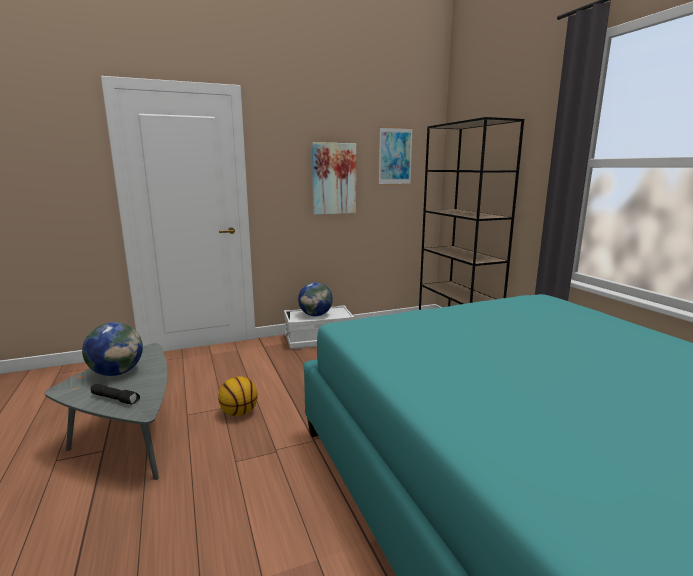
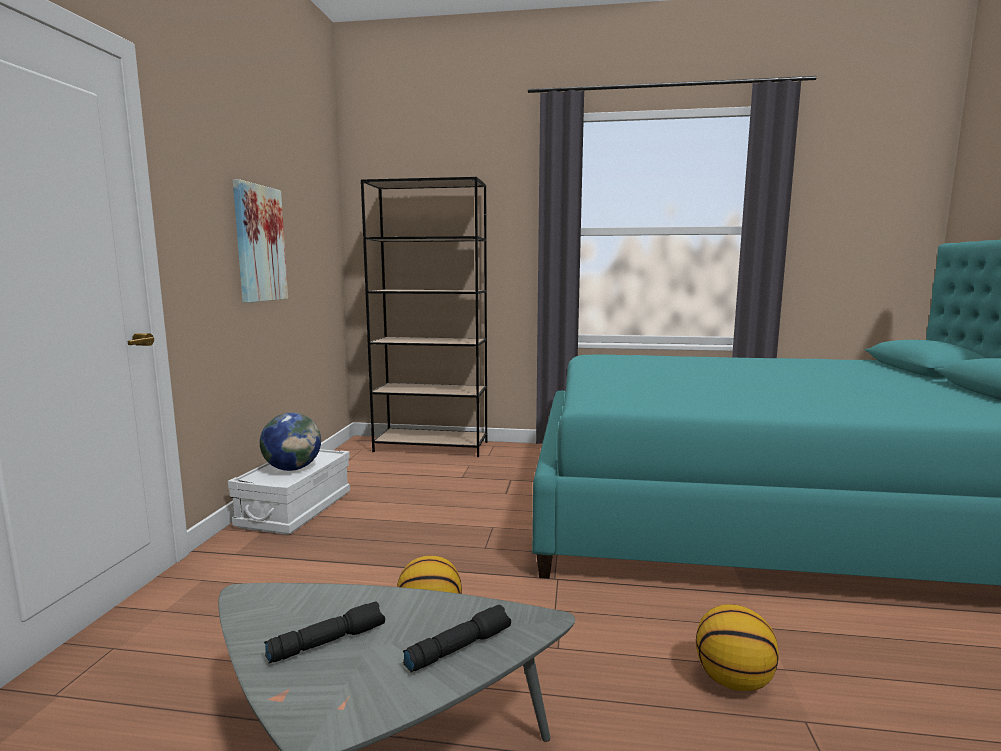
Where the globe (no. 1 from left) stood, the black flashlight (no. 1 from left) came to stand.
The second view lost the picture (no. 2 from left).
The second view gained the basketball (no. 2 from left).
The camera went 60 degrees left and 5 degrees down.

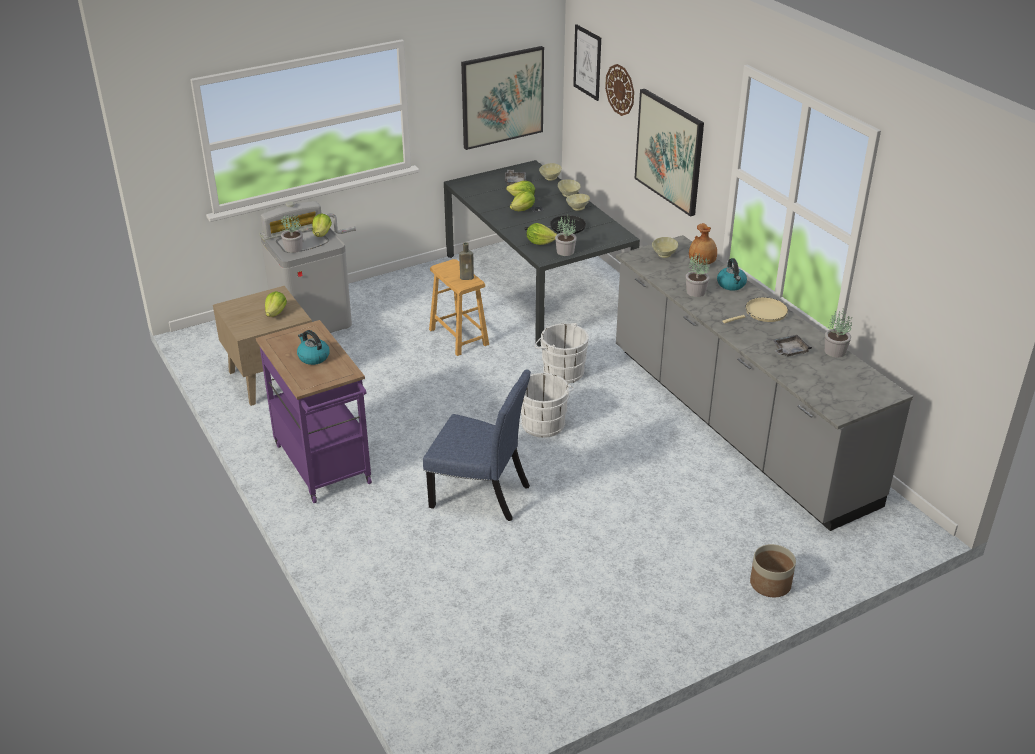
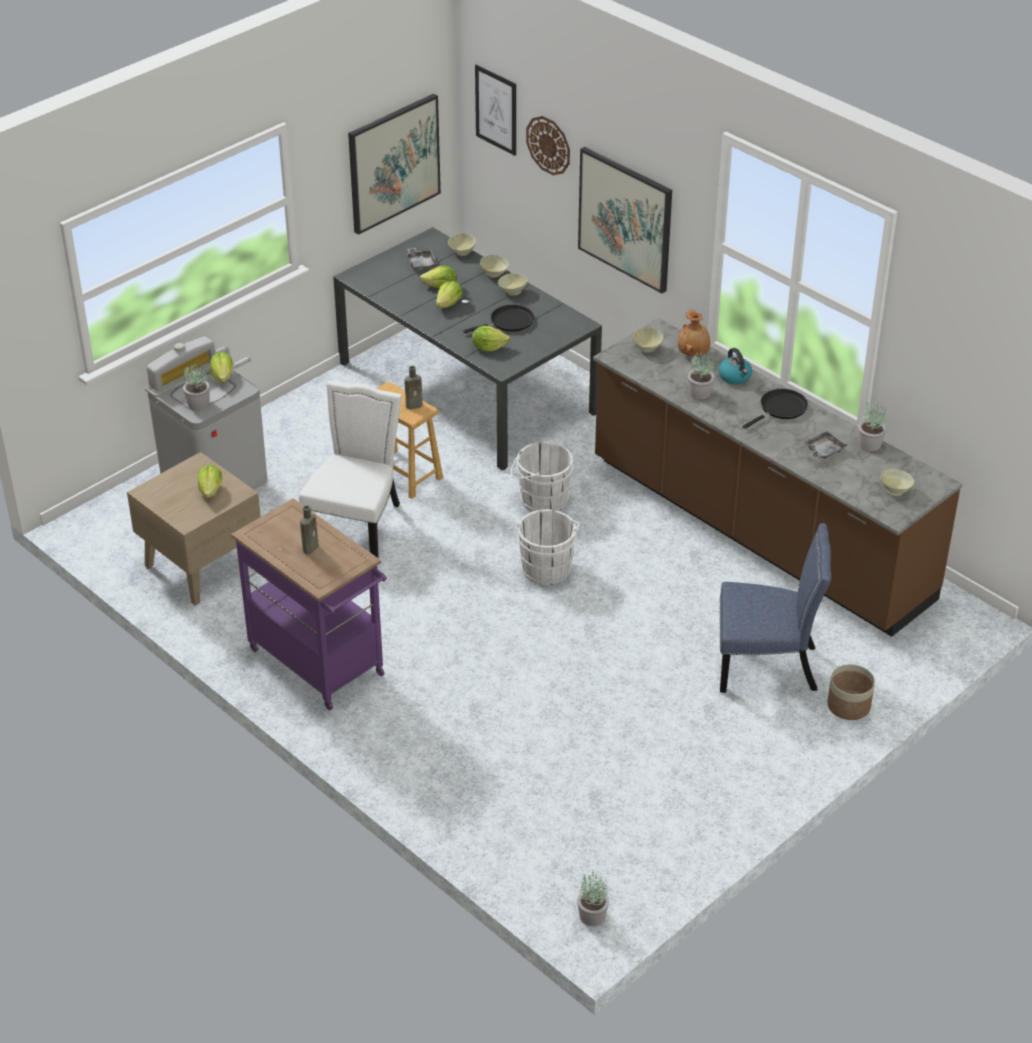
Where the kettle (no. 1 from left) stood, the brown bottle (no. 1 from left) came to stand.
The blue chair ended up elsewhere.
The potted plant (no. 2 from left) ended up elsewhere.
What was the grey counter turned into the brown counter.
What was the beige frying pan turned into the black frying pan (no. 2 from left).
The second view gained the white chair.
The second view gained the beige bowl (no. 5 from left).
The camera went 15 degrees left and 5 degrees up.

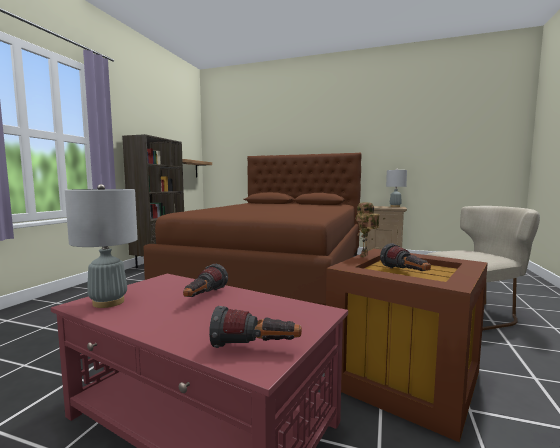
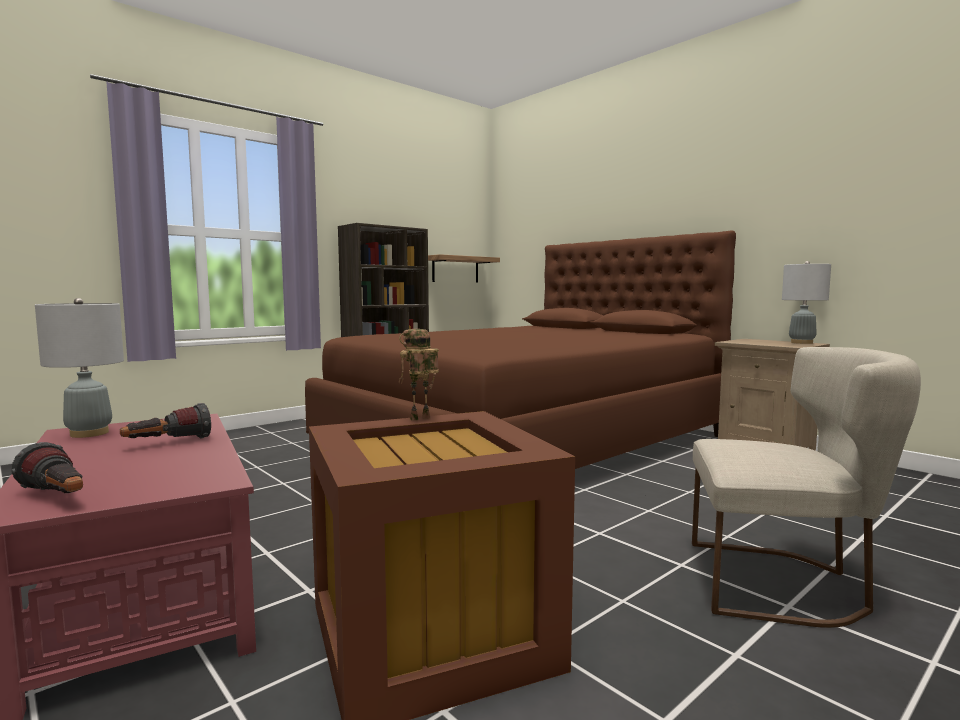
The second view lost the flashlight (no. 3 from left).
The camera went 30 degrees right and 0 degrees up.

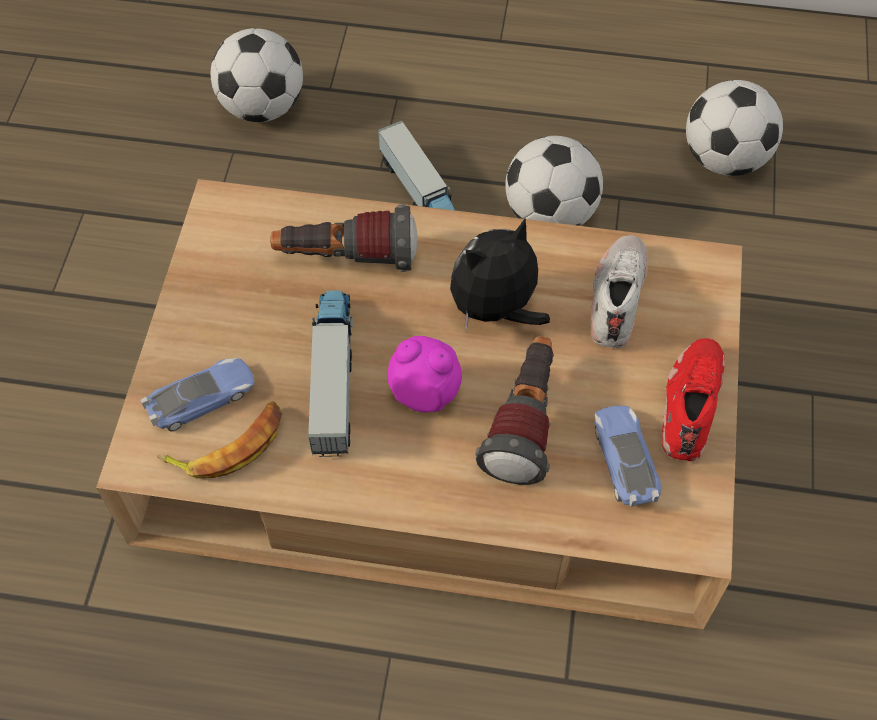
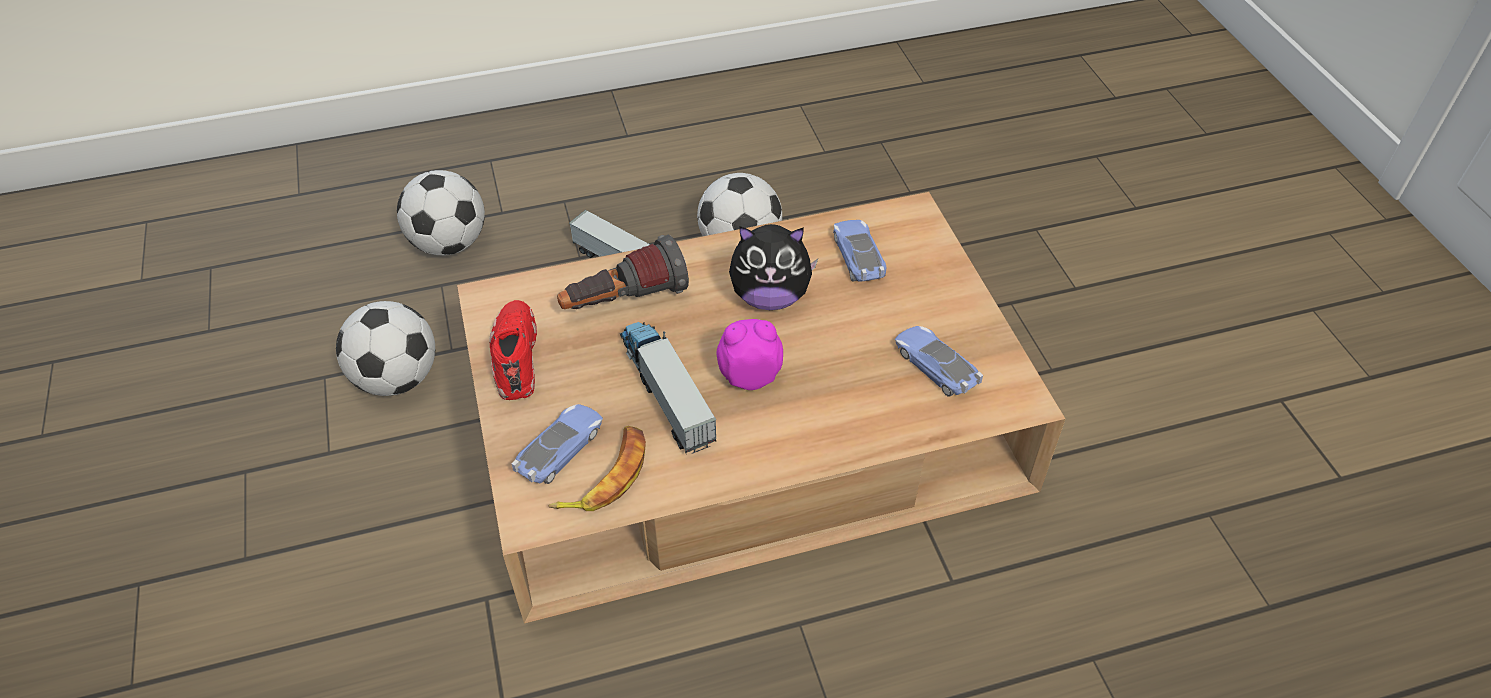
The plush toy ended up facing another way, 120 degrees counterclockwise from before.
The second view lost the flashlight (no. 2 from left).
Where the white shoe stood, the toy car (no. 2 from left) came to stand.
The red shoe ended up elsewhere.
The football (no. 3 from left in the first image) ended up elsewhere.
The camera went 25 degrees left and 10 degrees down.

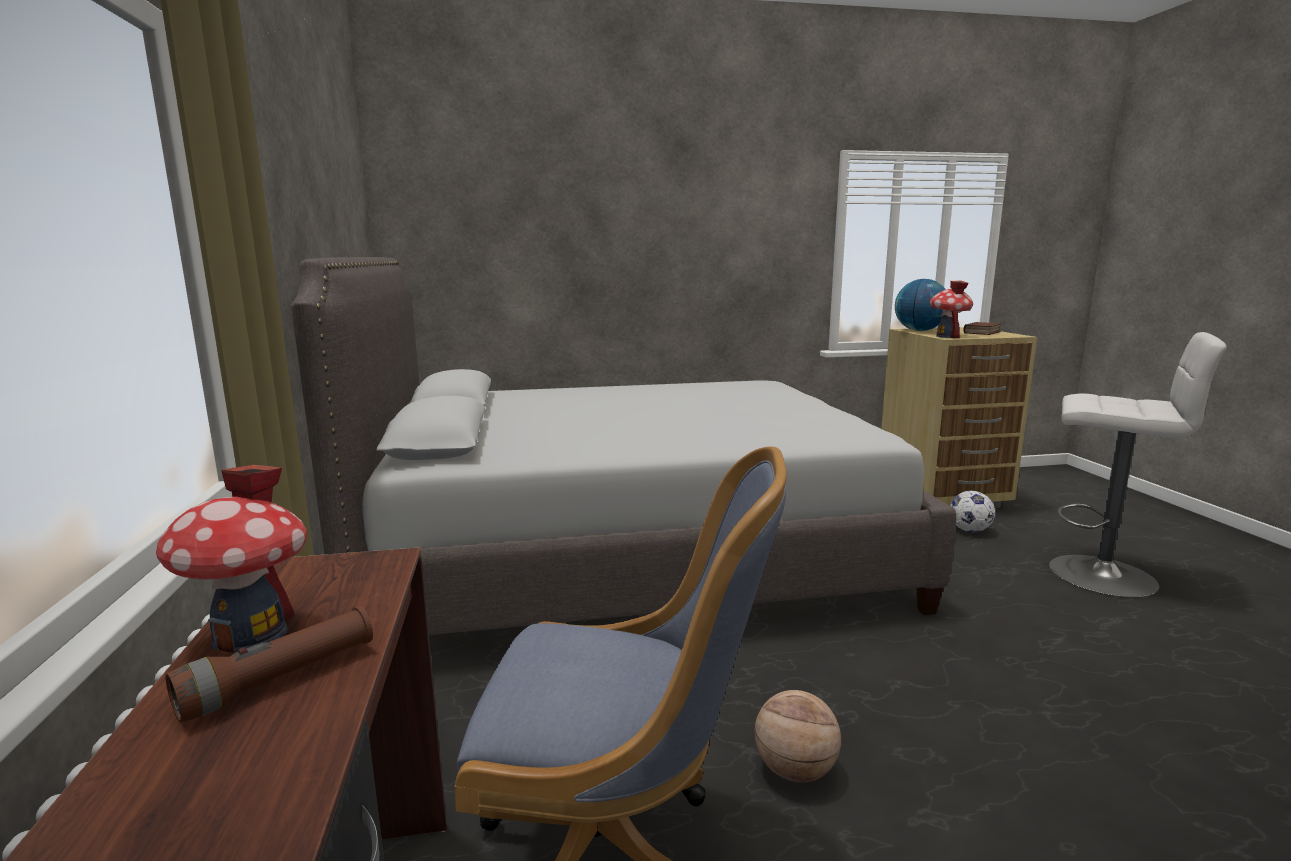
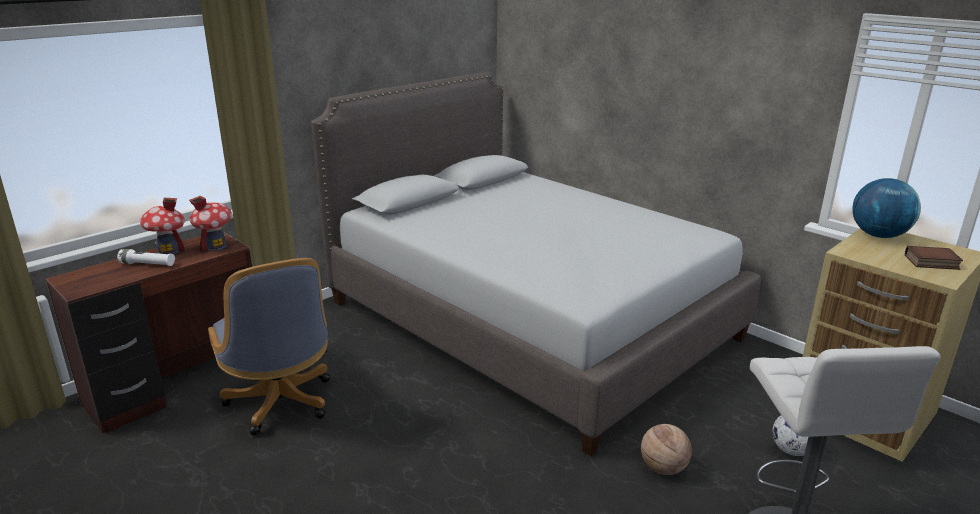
What was the brown flashlight turned into the white flashlight.
The basketball ended up elsewhere.
The toy house (no. 2 from left) ended up elsewhere.
The camera went 55 degrees right and 10 degrees up.

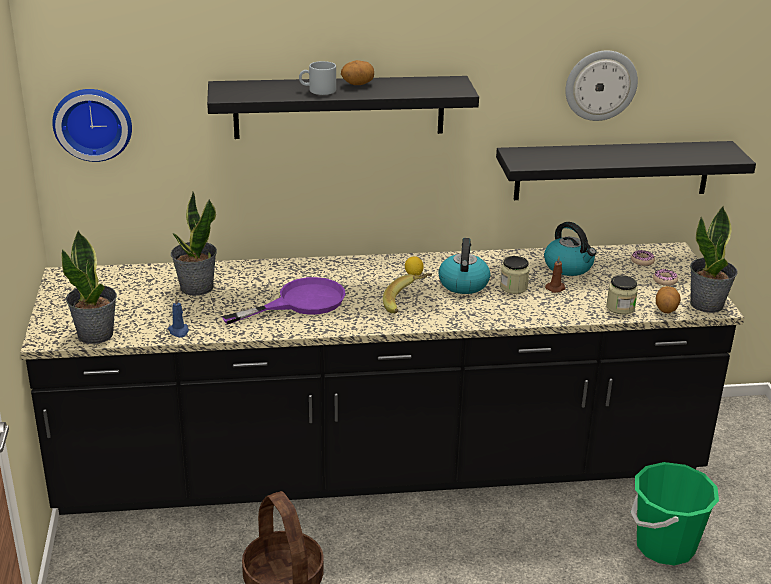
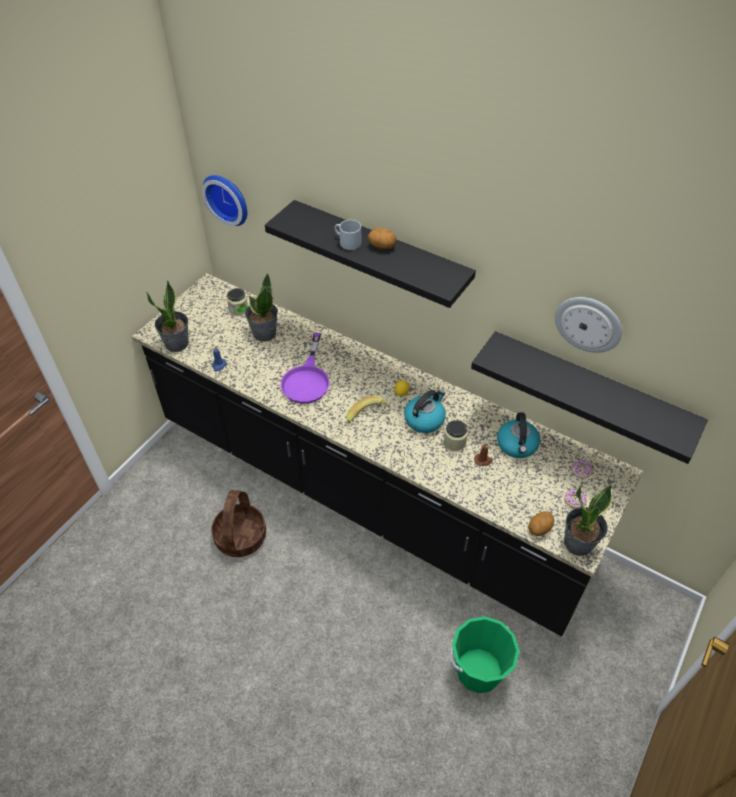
The purple frying pan ended up facing another way, 90 degrees clockwise from before.
The jar (no. 2 from left in the first image) ended up elsewhere.
The camera went 40 degrees right and 20 degrees up.

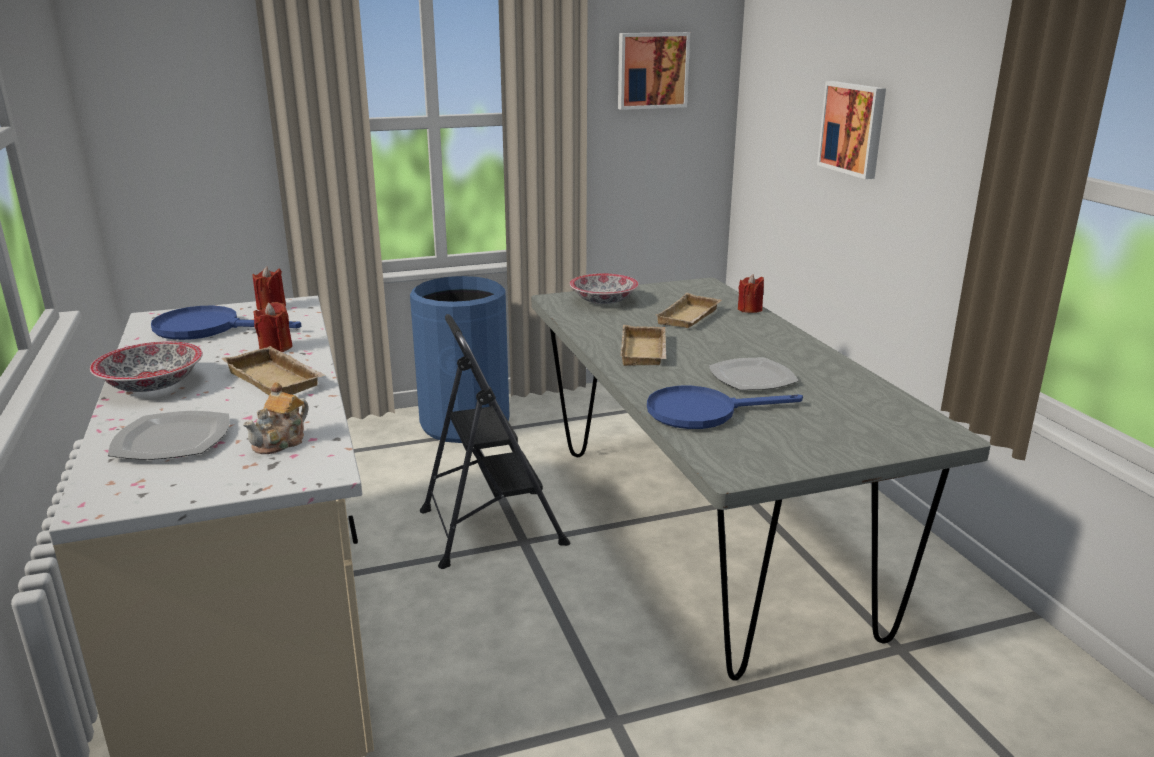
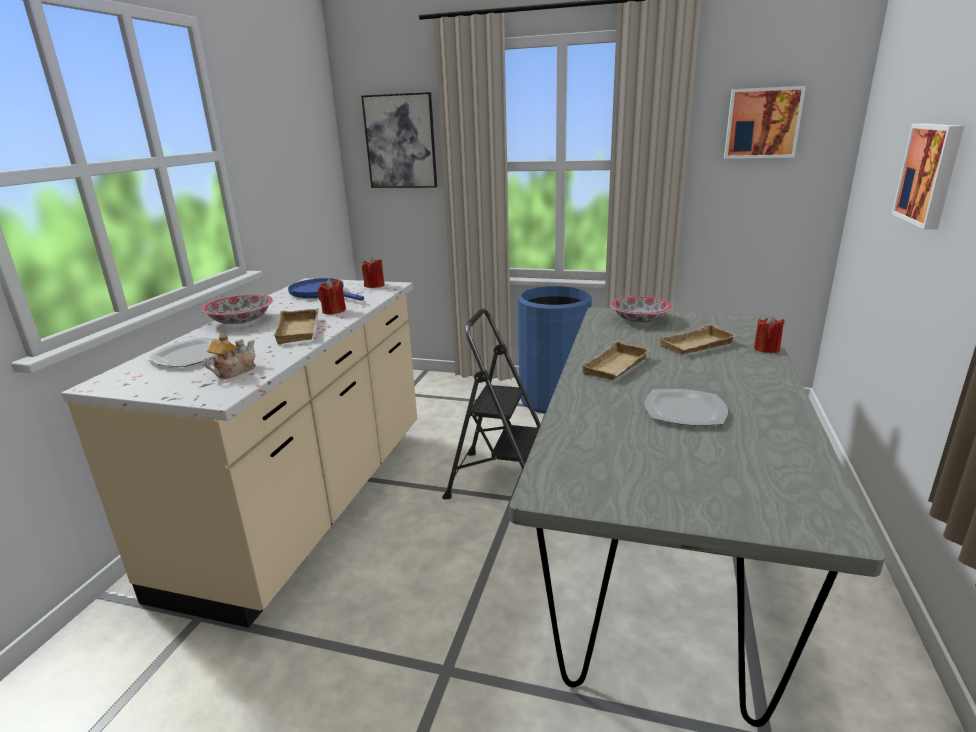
The teapot ended up facing another way, 150 degrees clockwise from before.
The second view lost the blue frying pan (no. 2 from left).
The second view gained the picture (no. 1 from left).
The camera went 35 degrees right and 0 degrees up.

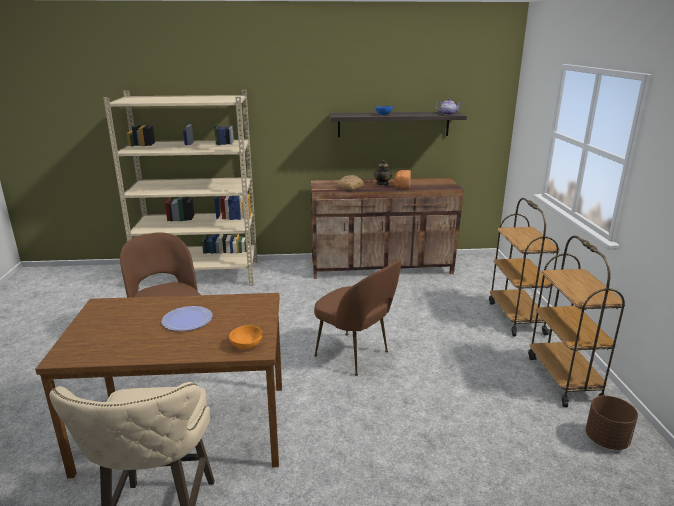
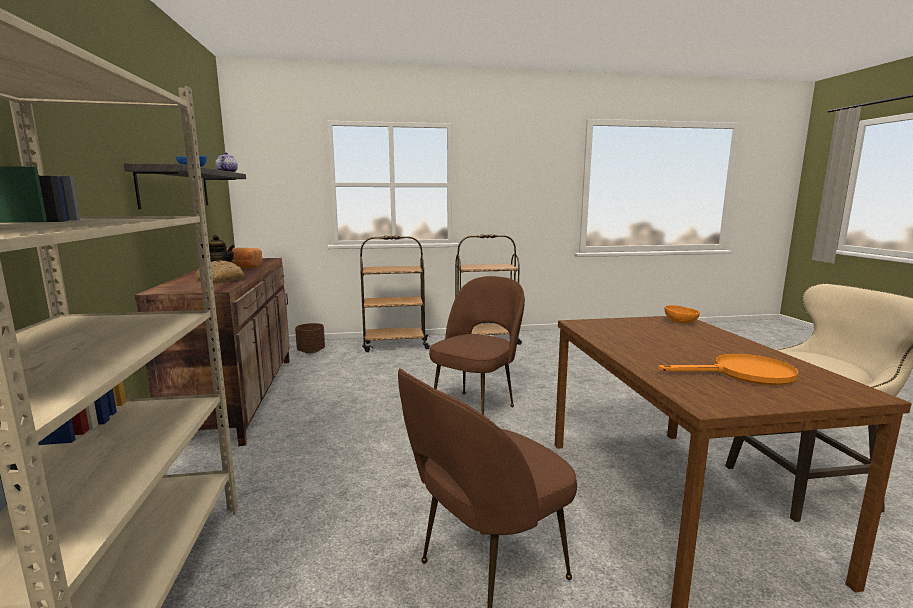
The second view lost the plate.
The brown planter ended up elsewhere.
The second view gained the orange frying pan.
The camera went 95 degrees left and 10 degrees down.

